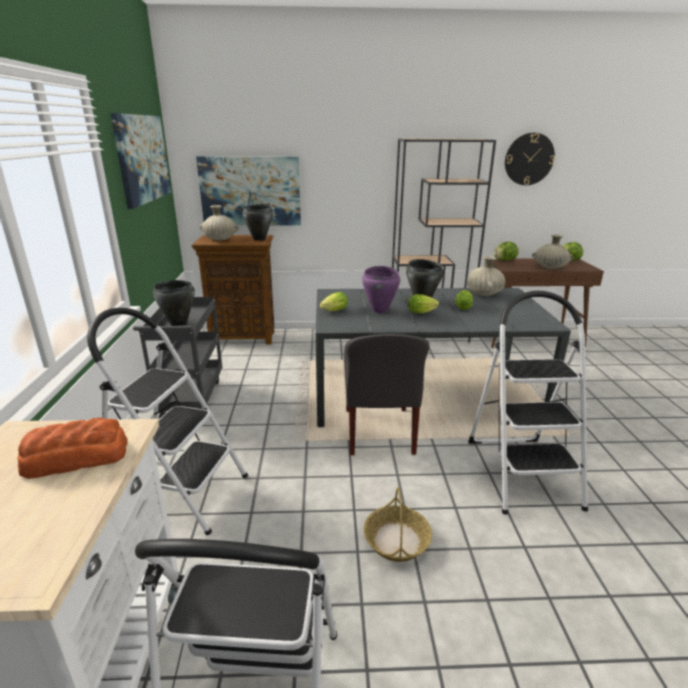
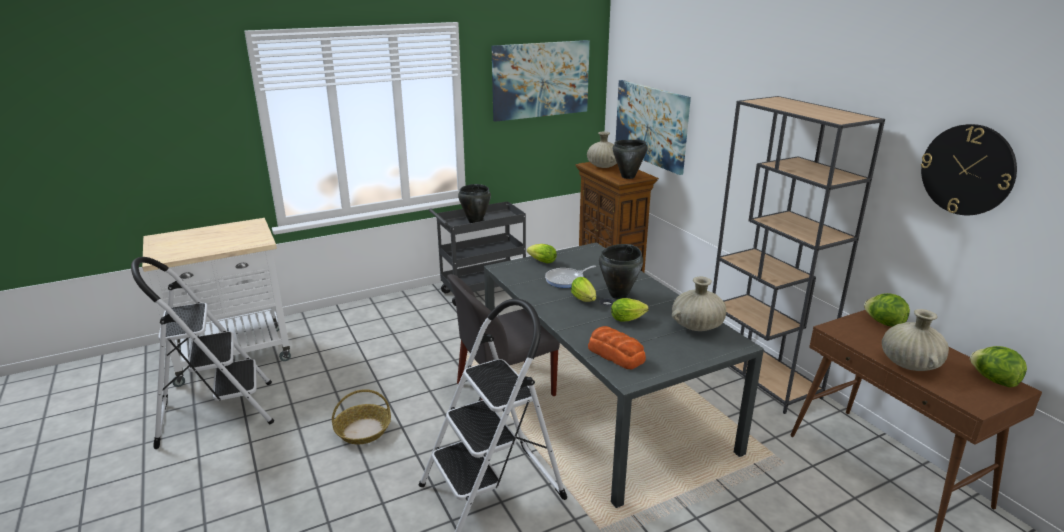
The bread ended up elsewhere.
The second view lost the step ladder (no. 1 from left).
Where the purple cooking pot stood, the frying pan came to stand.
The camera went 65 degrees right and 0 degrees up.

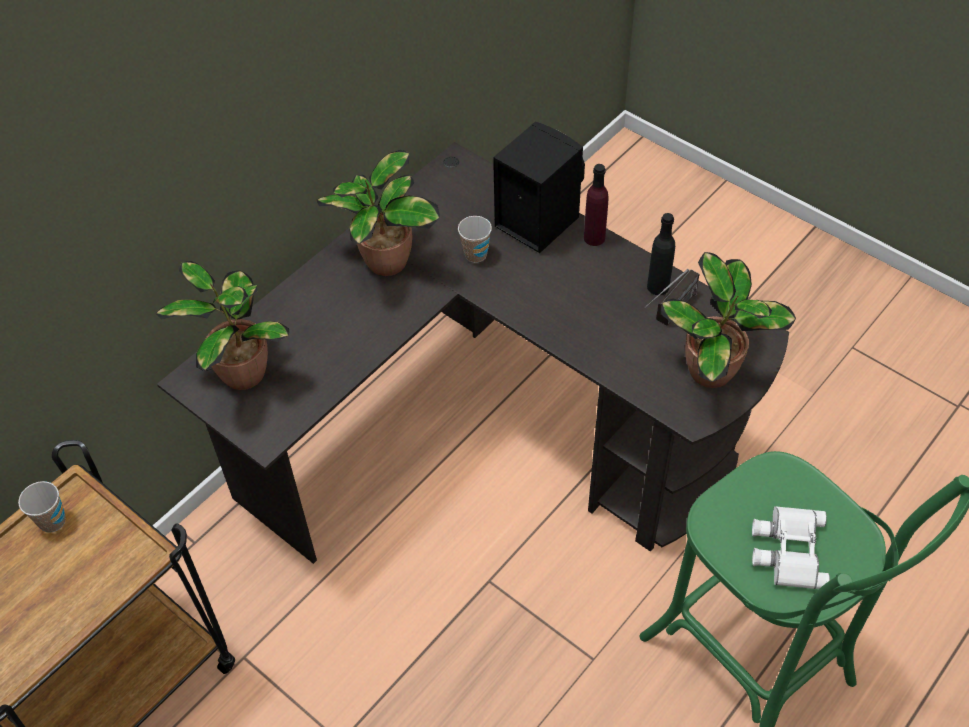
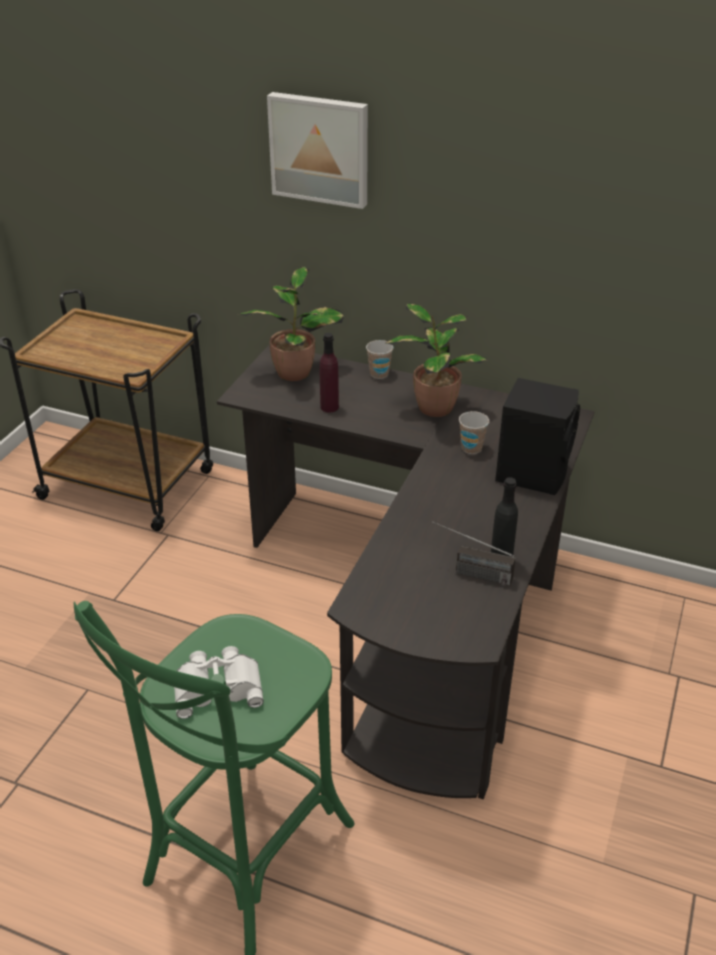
The cup (no. 1 from left) ended up elsewhere.
The purple bottle ended up elsewhere.
The second view lost the potted plant (no. 3 from left).
The second view gained the picture.
The camera went 70 degrees right and 15 degrees down.

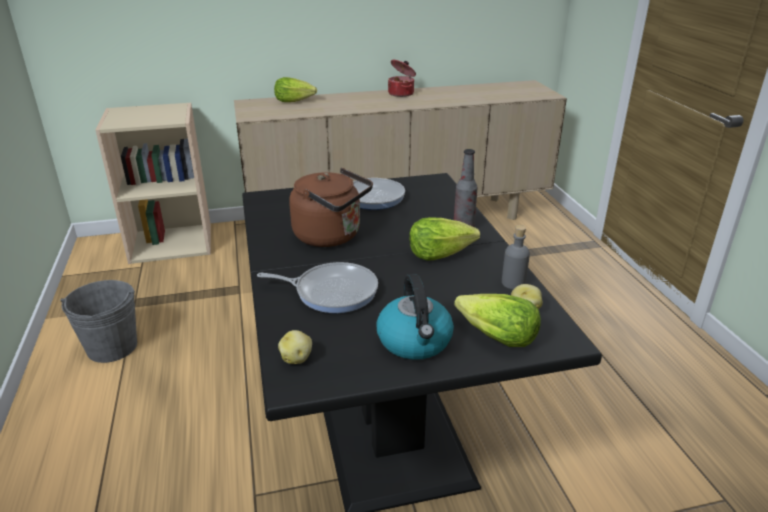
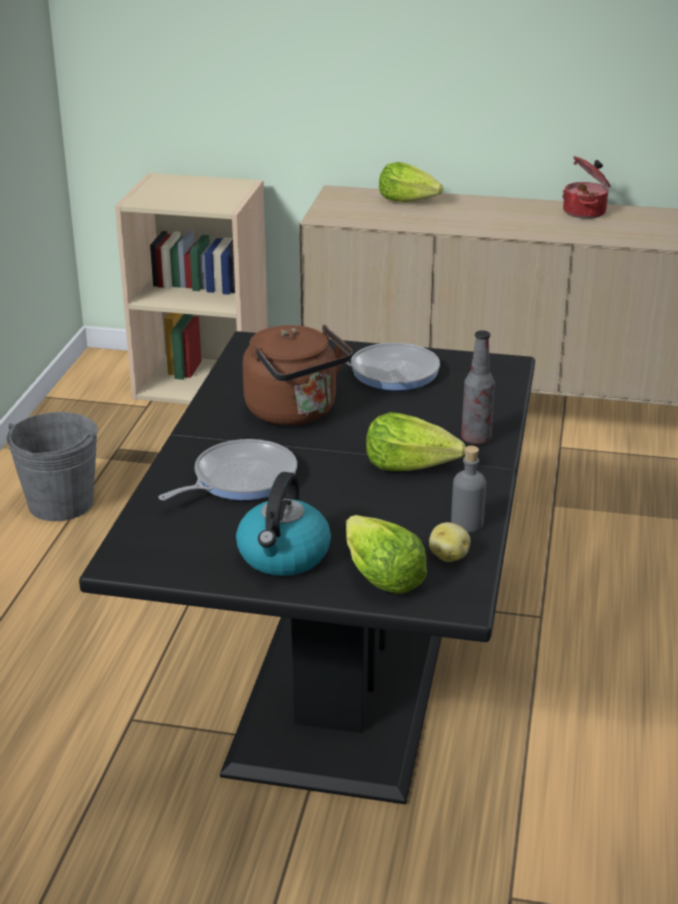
The frying pan (no. 1 from left) ended up facing another way, 75 degrees counterclockwise from before.
The second view lost the potato (no. 1 from left).
The camera went 25 degrees right and 0 degrees up.

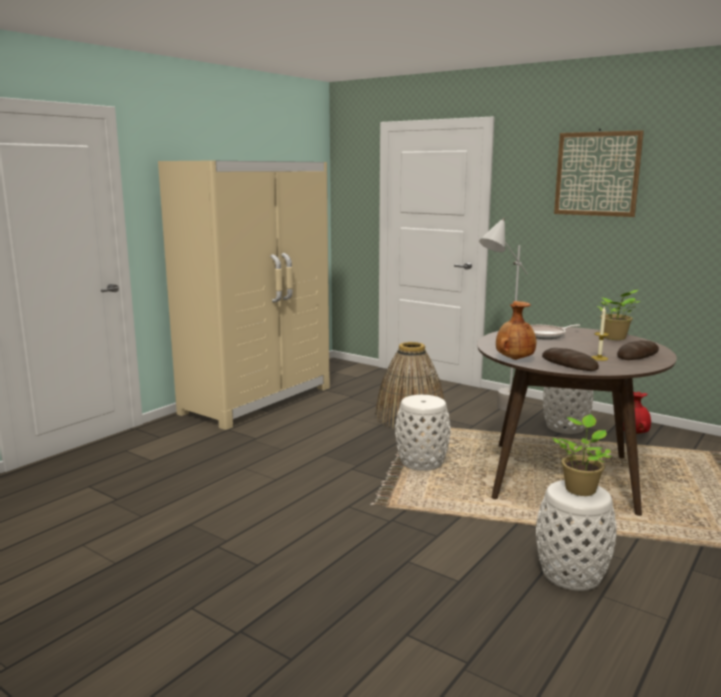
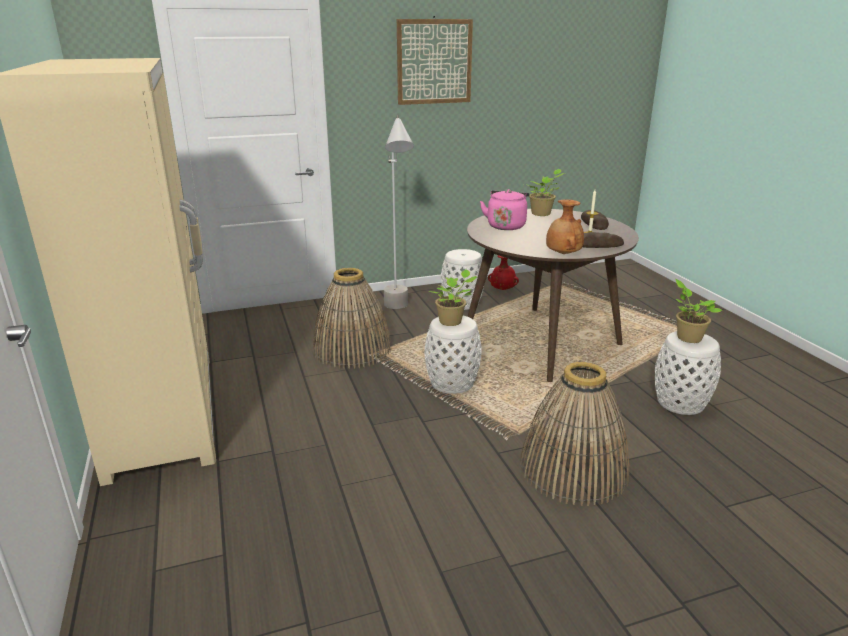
Where the frying pan stood, the pink kettle came to stand.
The second view gained the potted plant (no. 1 from left).
The second view gained the basket (no. 2 from left).
The camera went 55 degrees left and 10 degrees up.

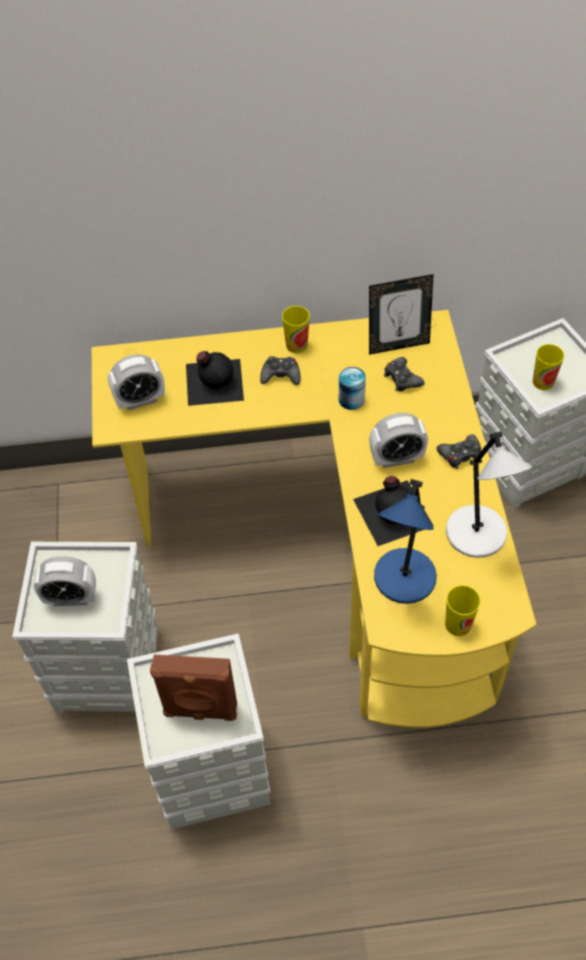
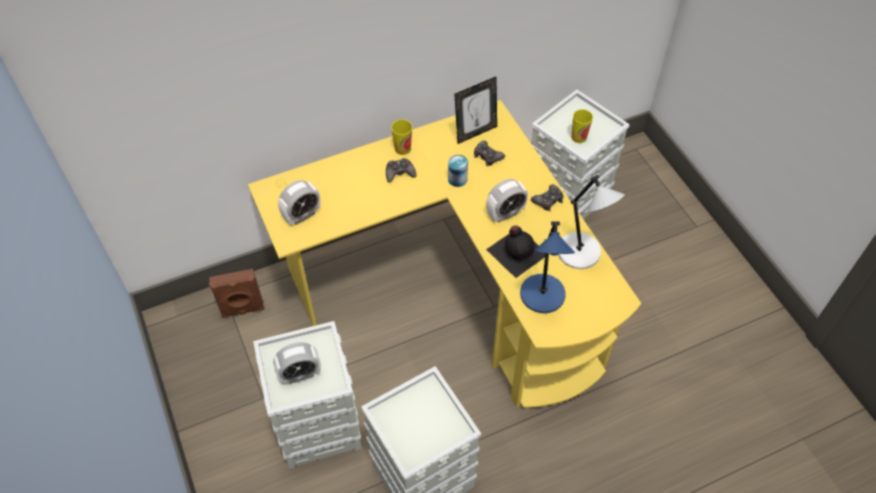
The brown speaker ended up elsewhere.
The second view lost the black bottle (no. 1 from left).
The second view lost the cup (no. 2 from left).
The camera went 20 degrees left and 0 degrees up.

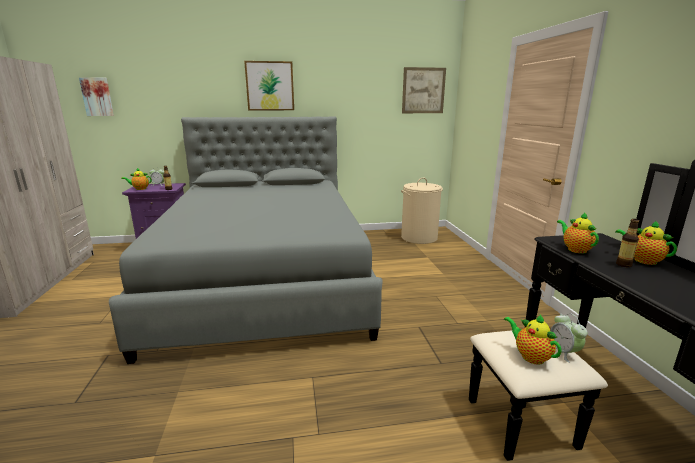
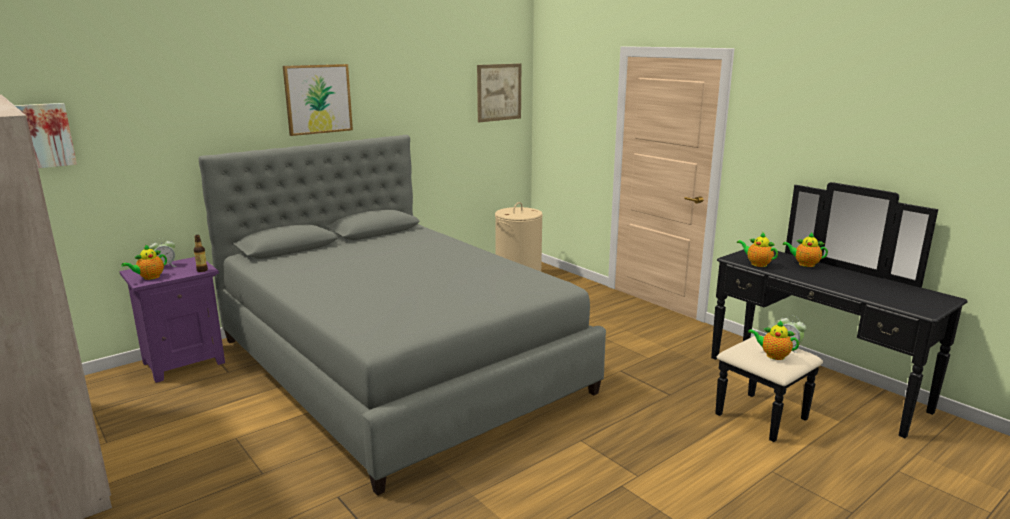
The second view lost the bottle (no. 2 from left).
The camera went 30 degrees left and 0 degrees up.

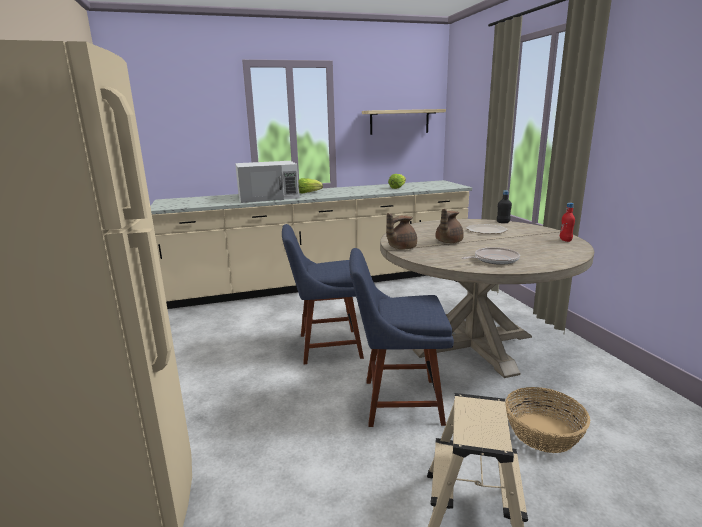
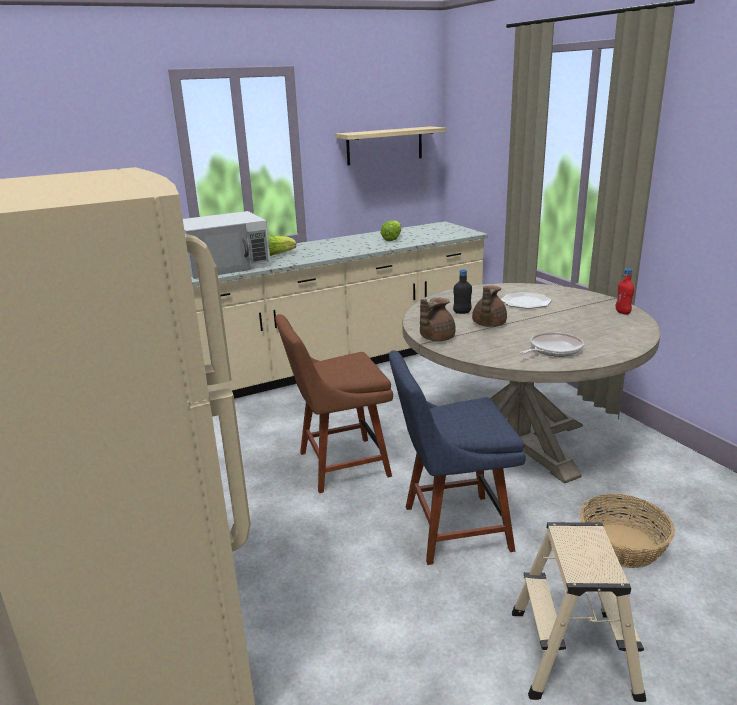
What was the blue chair (no. 1 from left) turned into the brown chair.
The black bottle ended up elsewhere.
The camera went 10 degrees left and 5 degrees up.

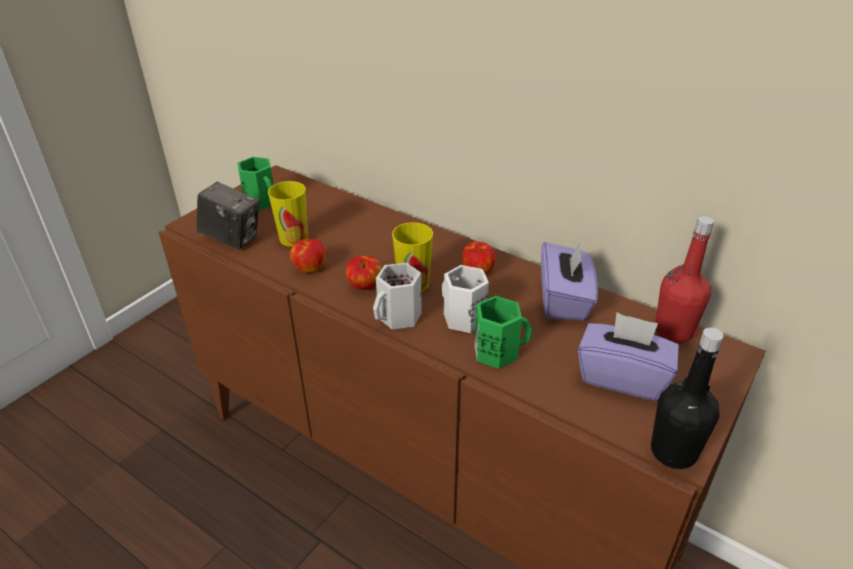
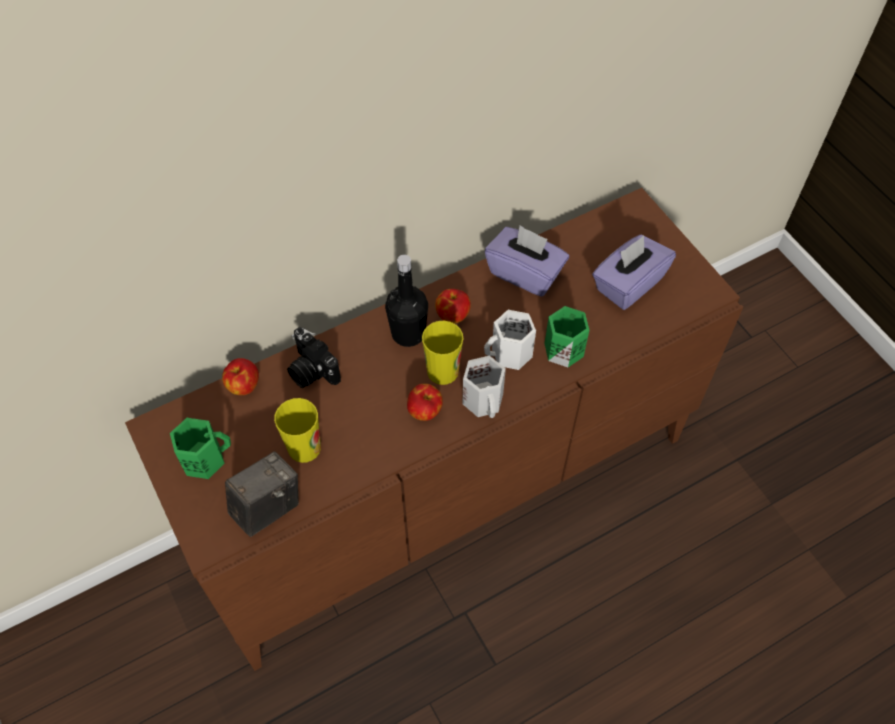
The apple (no. 1 from left) ended up elsewhere.
The black bottle ended up elsewhere.
The second view lost the red bottle.
The second view gained the photo camera (no. 2 from left).
The camera went 65 degrees left and 20 degrees up.

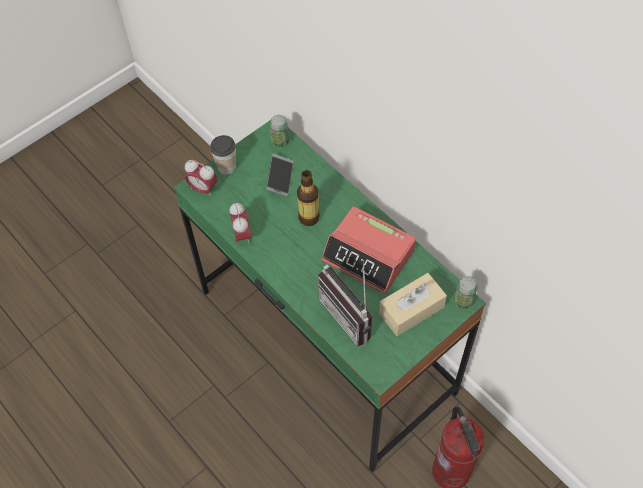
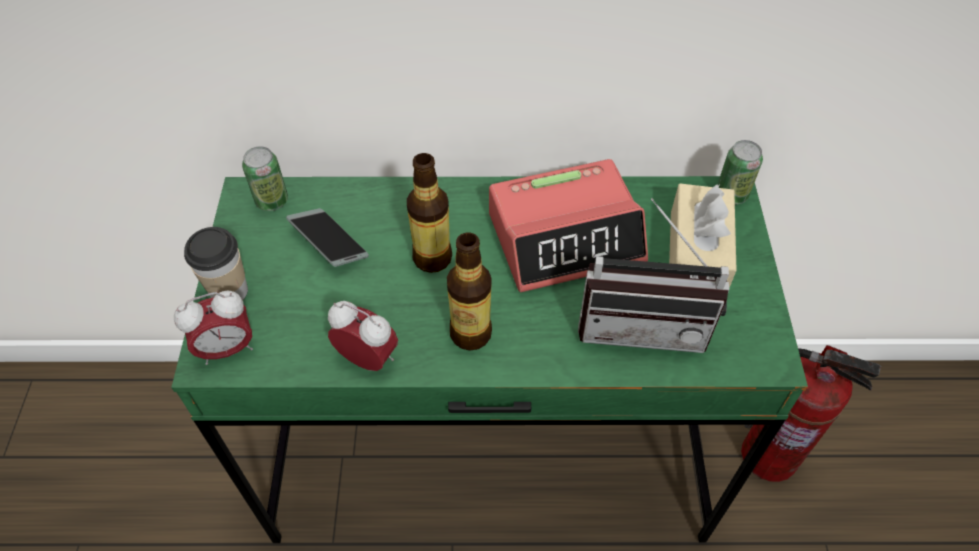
The second view gained the bottle (no. 2 from left).
The camera went 50 degrees left and 5 degrees down.

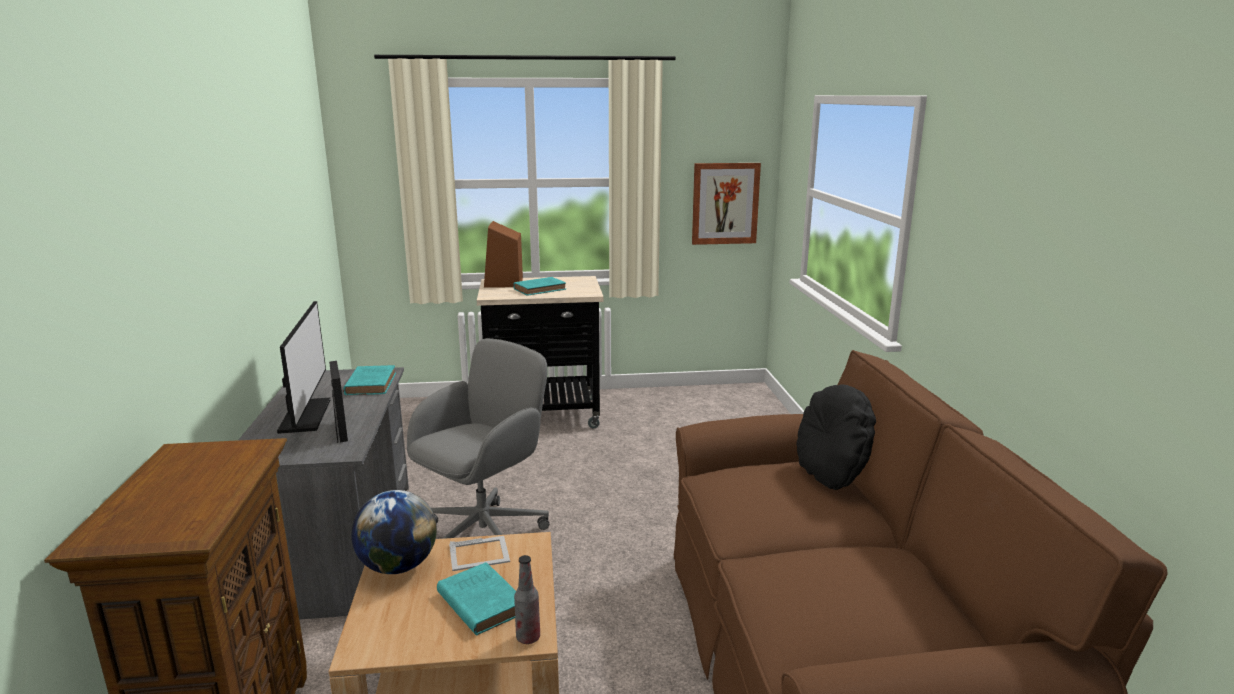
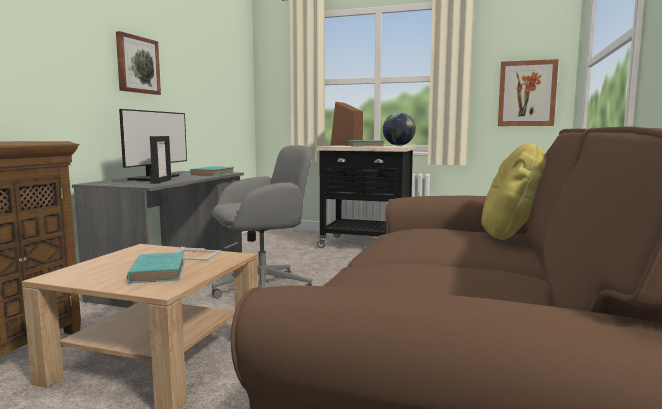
The globe ended up elsewhere.
The second view lost the bottle.
What was the black pillow turned into the yellow pillow.
The second view gained the picture (no. 1 from left).
The camera went 25 degrees right and 10 degrees down.

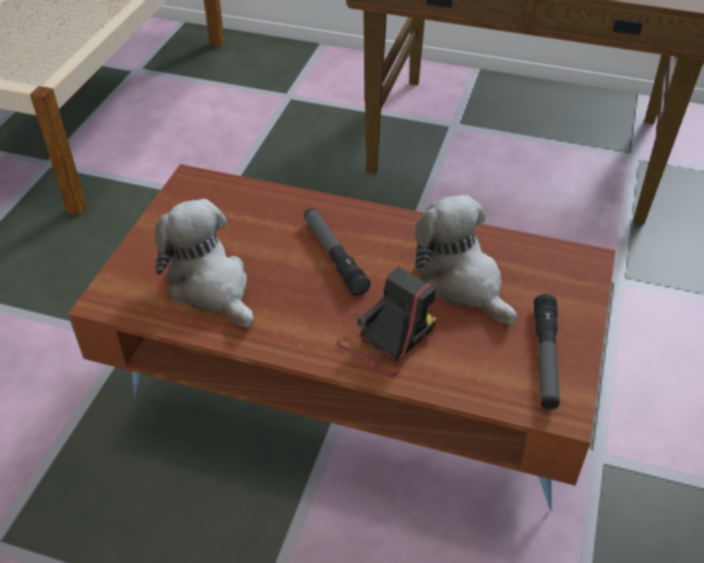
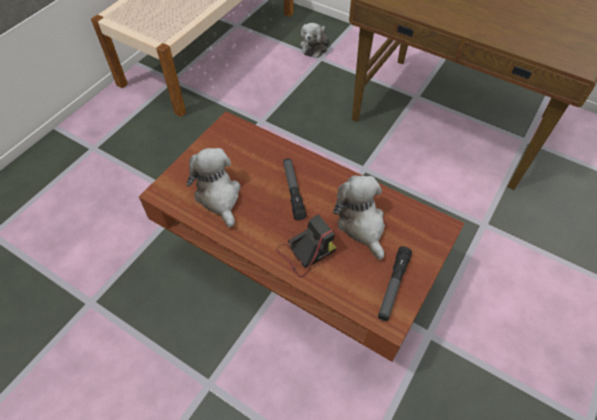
The second view gained the plush toy (no. 2 from left).
The camera went 15 degrees right and 10 degrees up.

